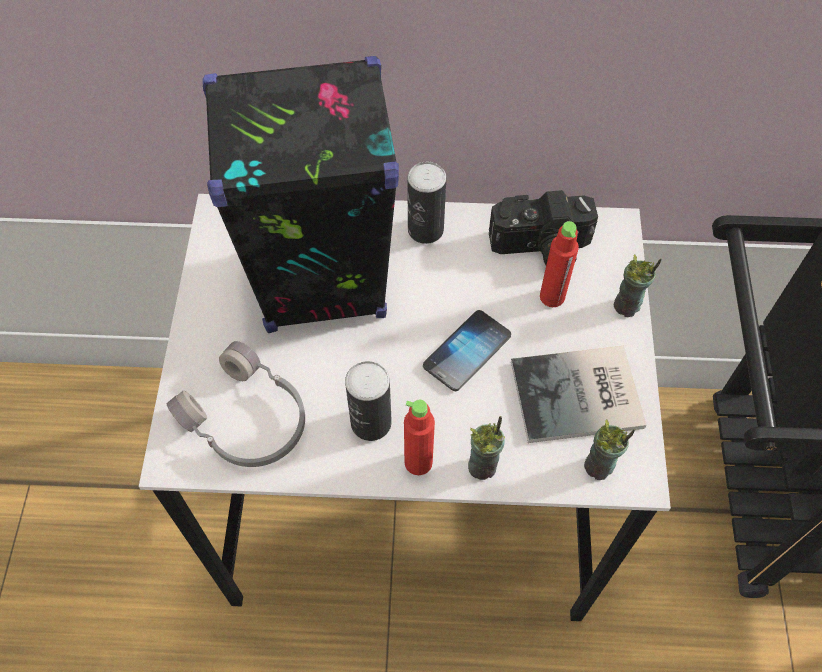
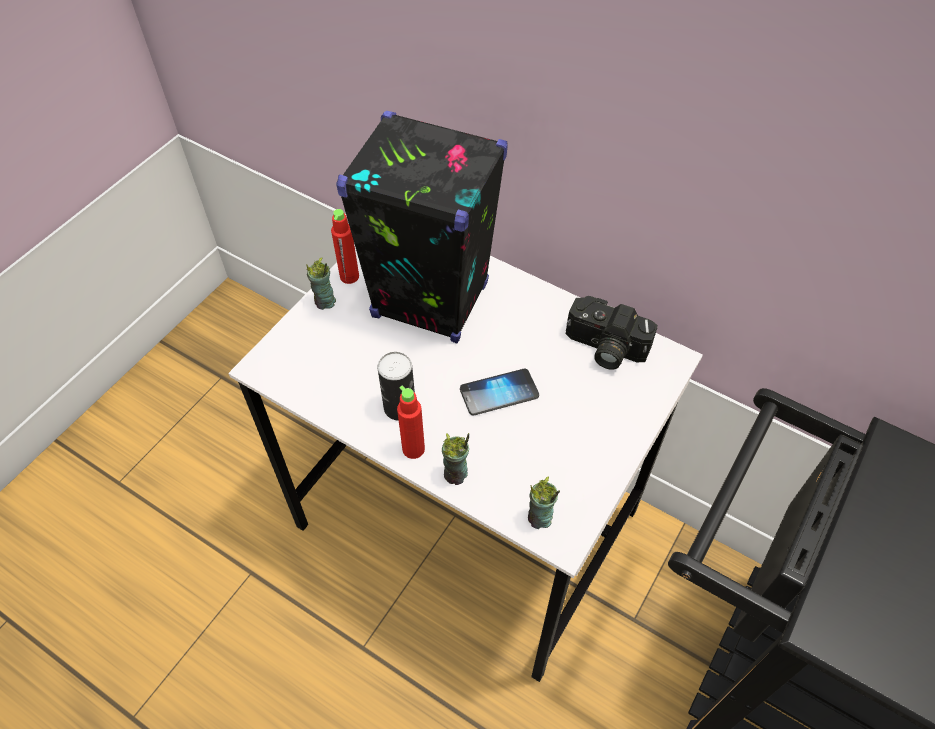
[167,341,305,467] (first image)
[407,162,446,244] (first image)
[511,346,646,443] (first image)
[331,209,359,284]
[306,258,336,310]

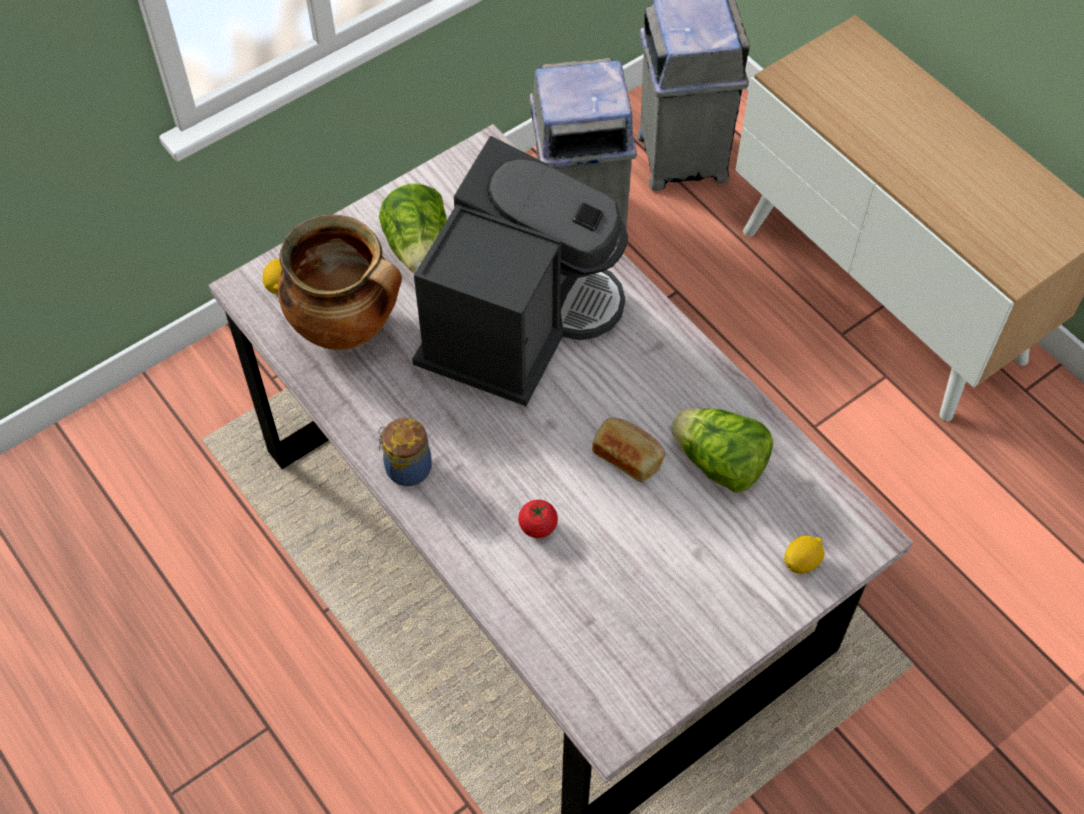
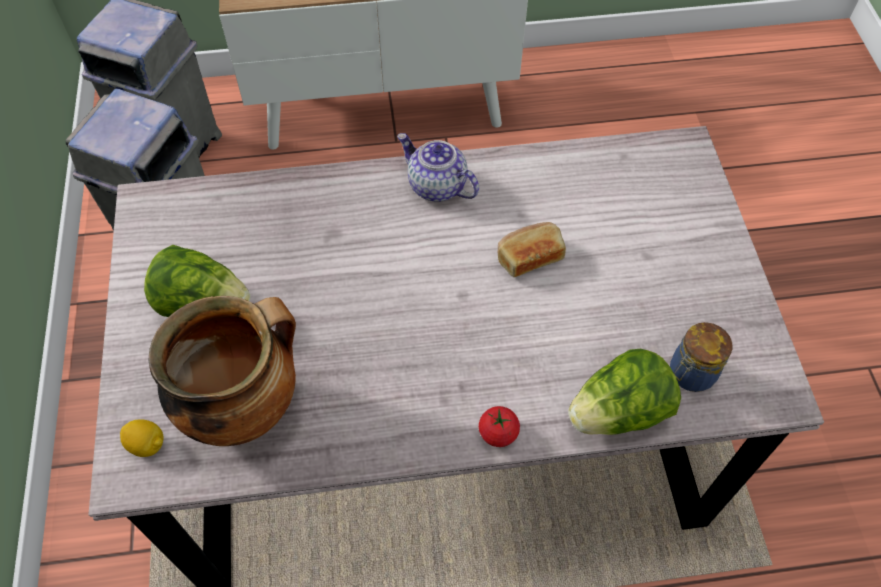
[670,322,732,392]
[412,136,628,406] (first image)
[479,406,520,447]
[568,349,681,435]
[784,535,824,574] (first image)
[397,133,479,202]

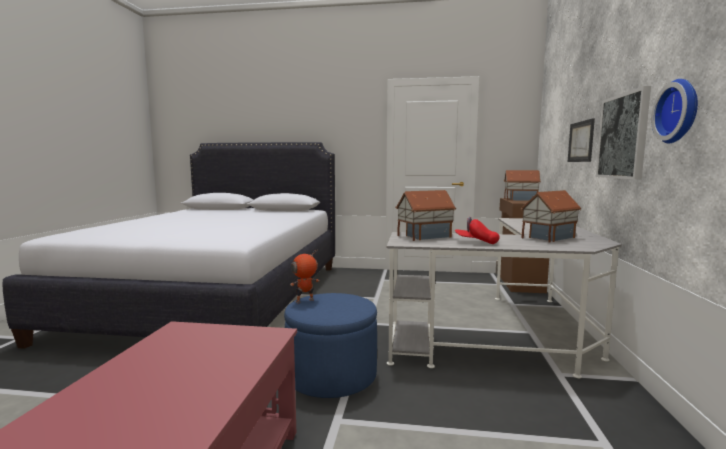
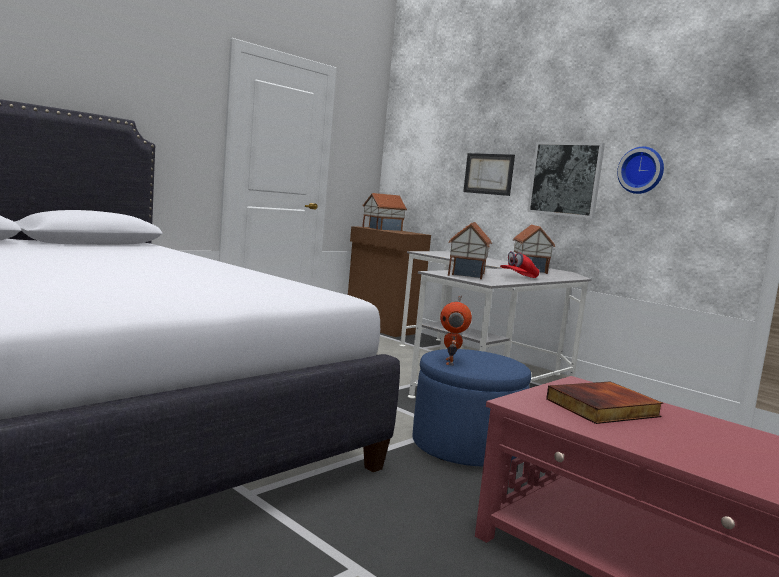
[546,381,663,424]

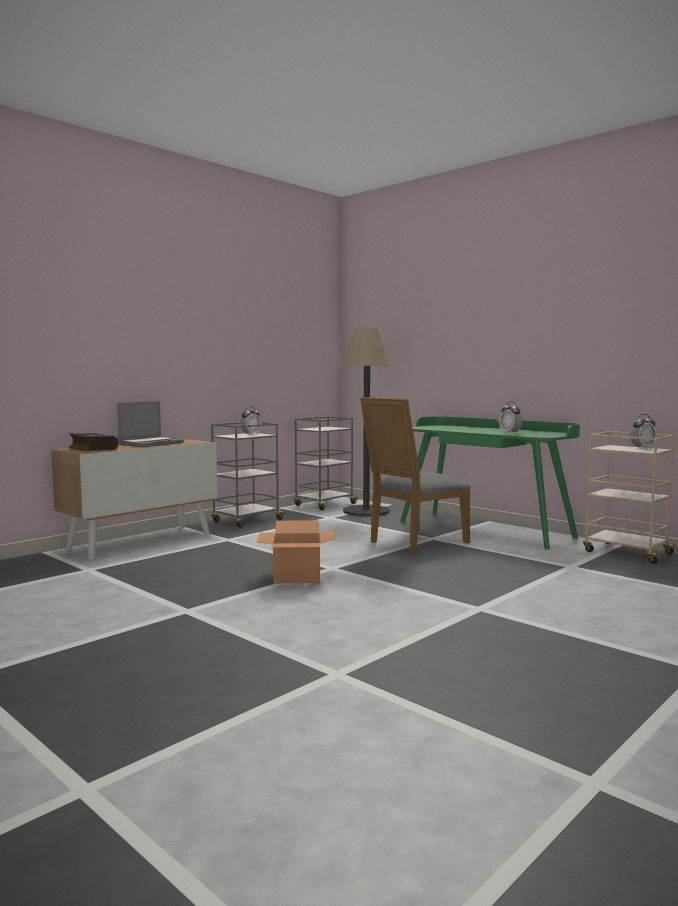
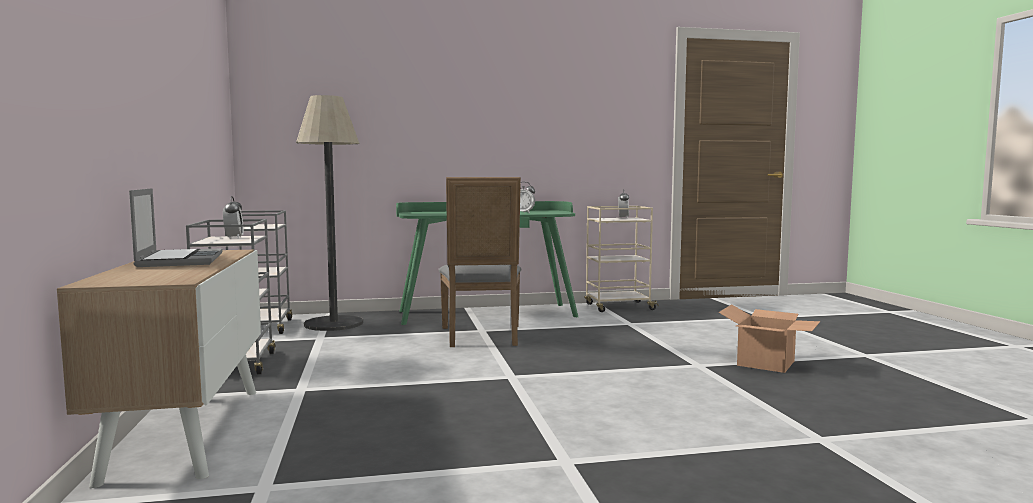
[69,433,119,451] (first image)
[718,304,820,373]

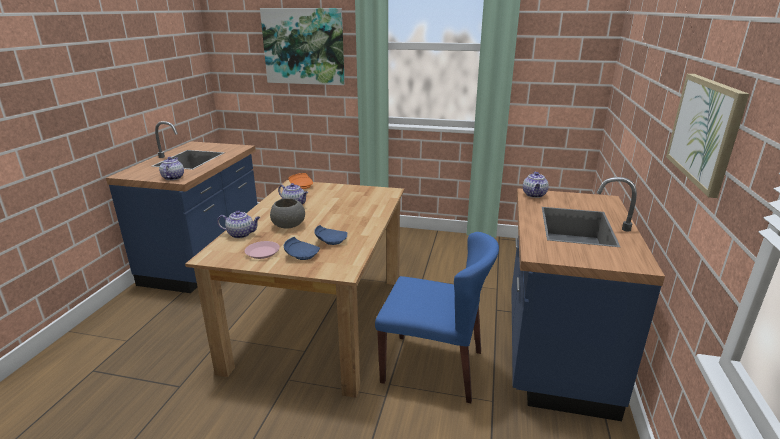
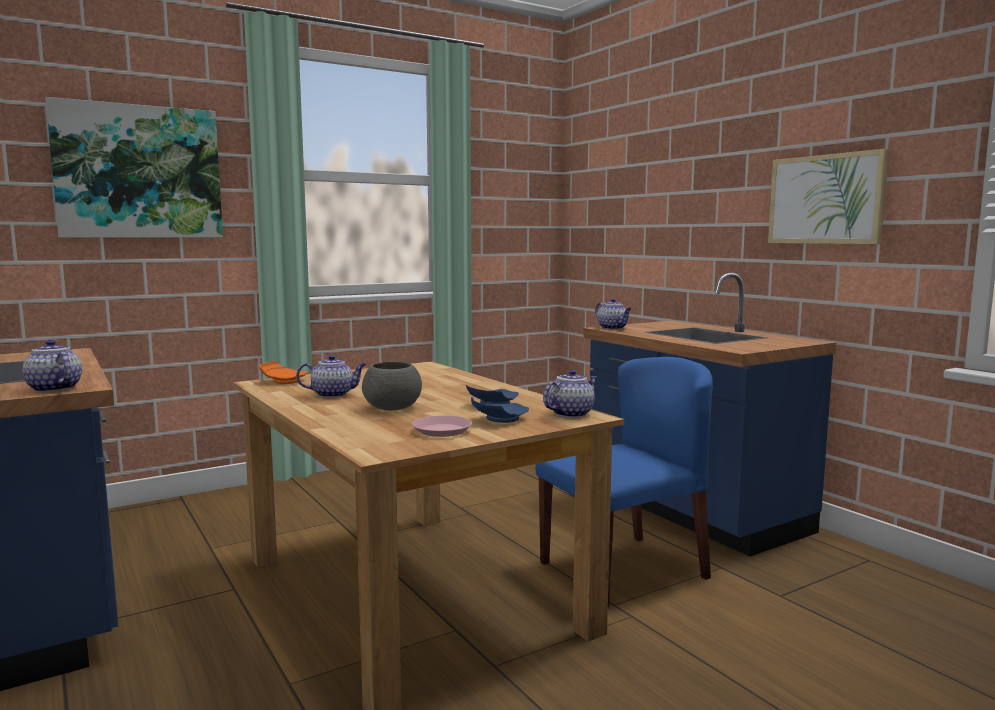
[543,369,598,418]

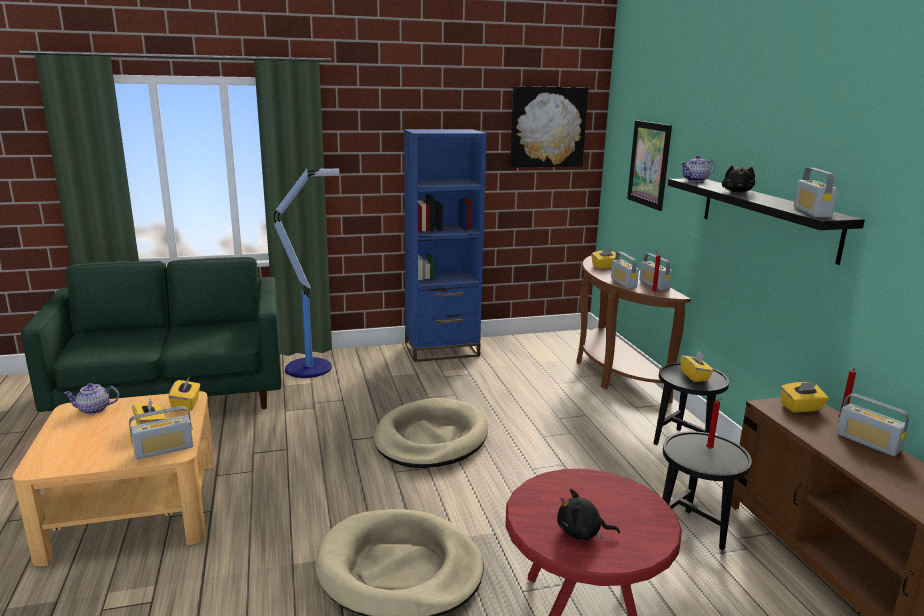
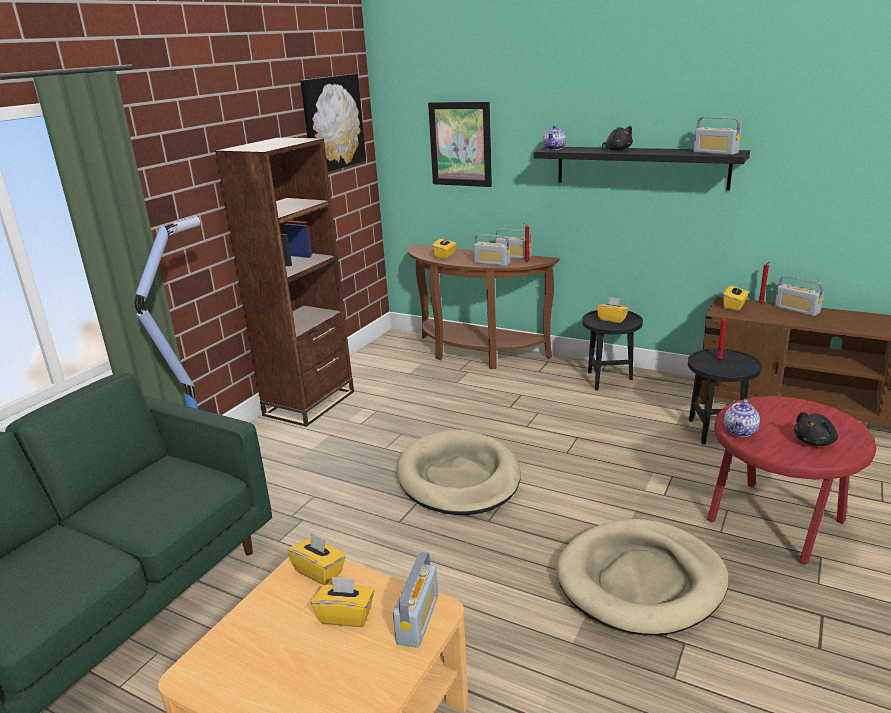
[724,399,760,437]
[215,138,354,427]
[775,275,823,316]

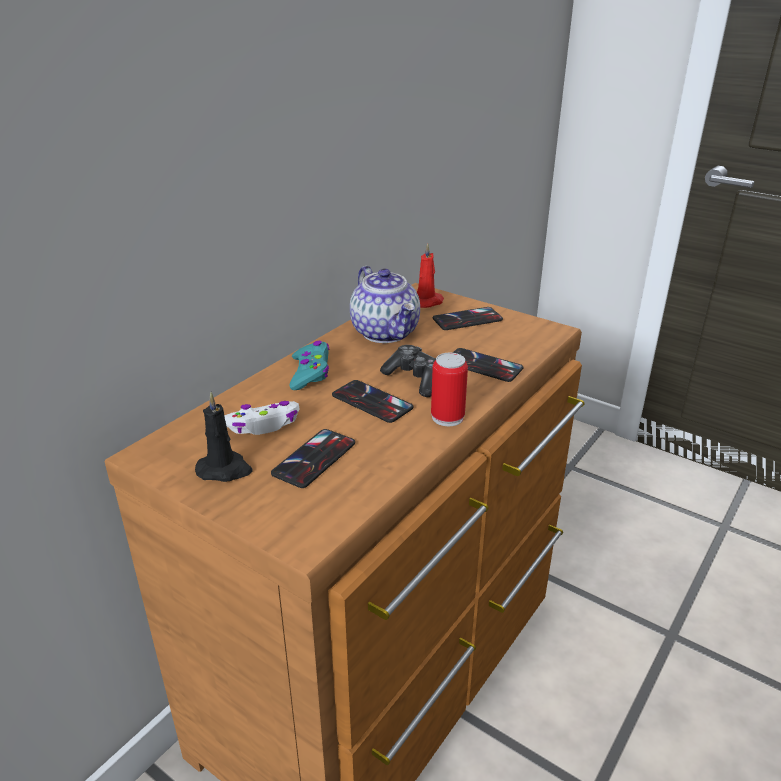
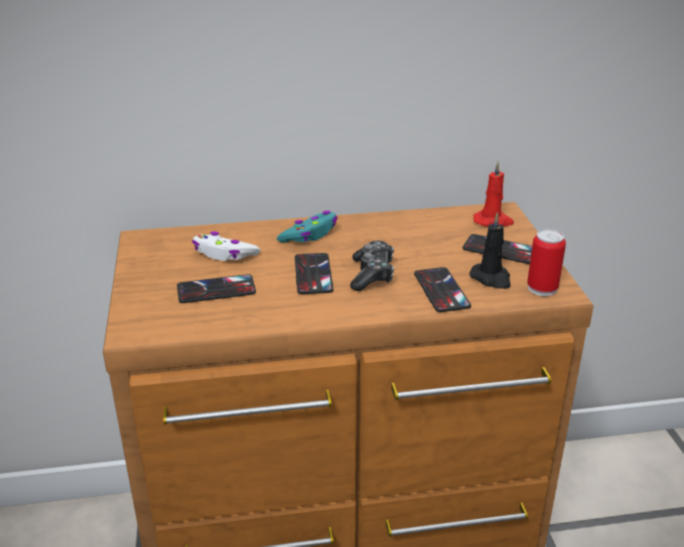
[469,212,511,289]
[350,266,420,343] (first image)
[527,229,566,296]

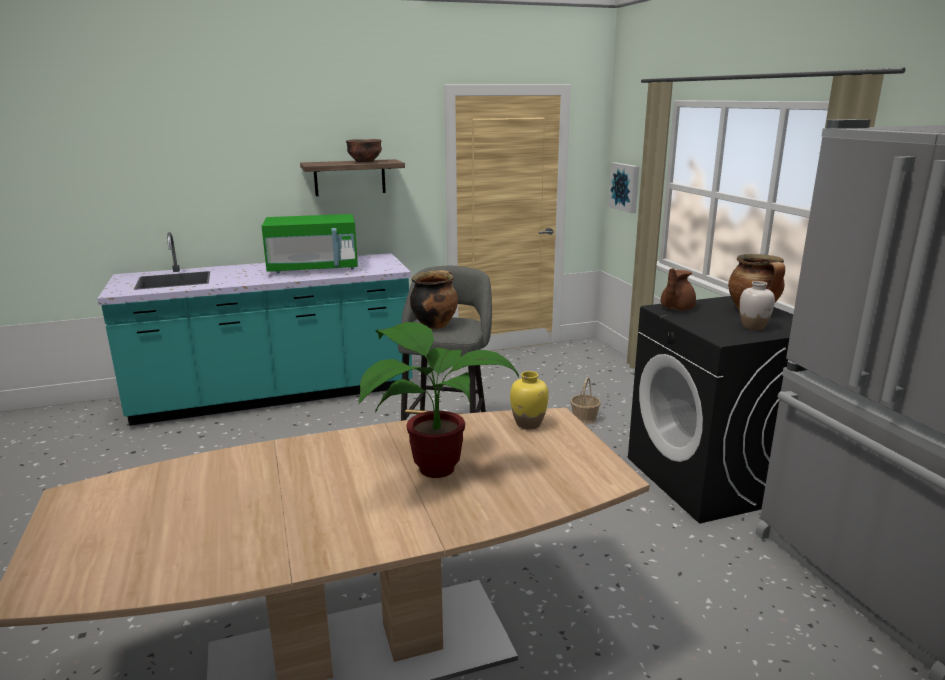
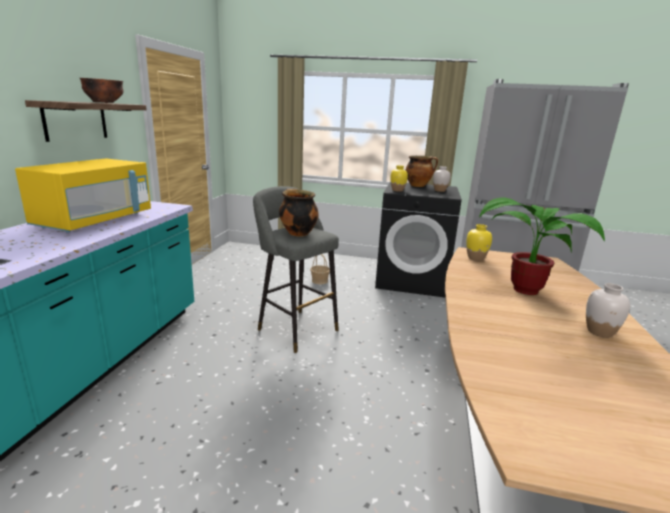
[15,159,151,233]
[608,162,639,213] (first image)
[390,165,408,192]
[586,283,630,338]

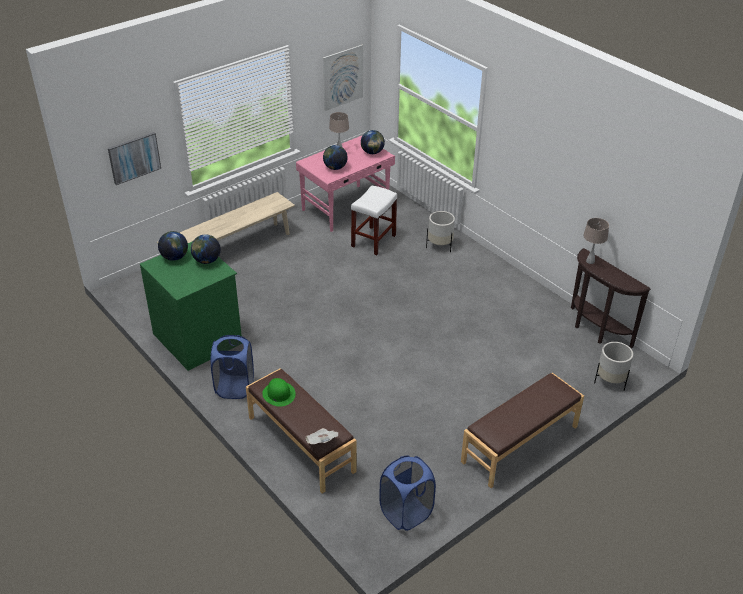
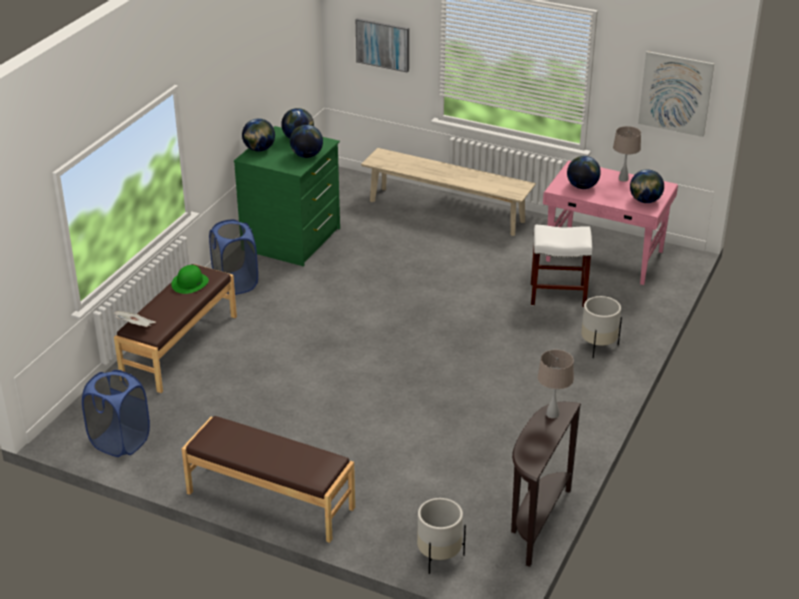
[242,118,275,152]

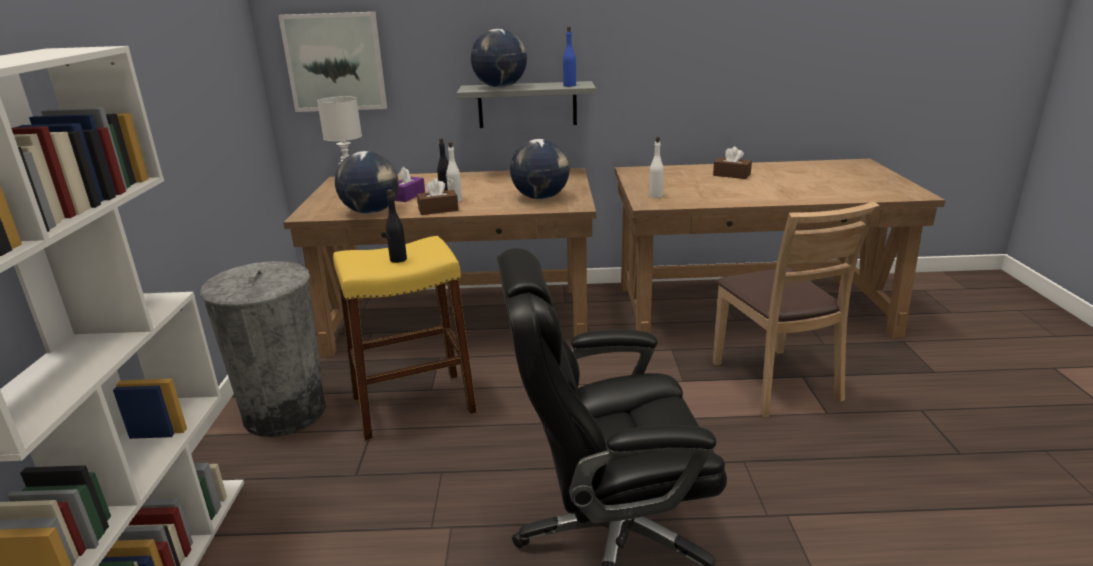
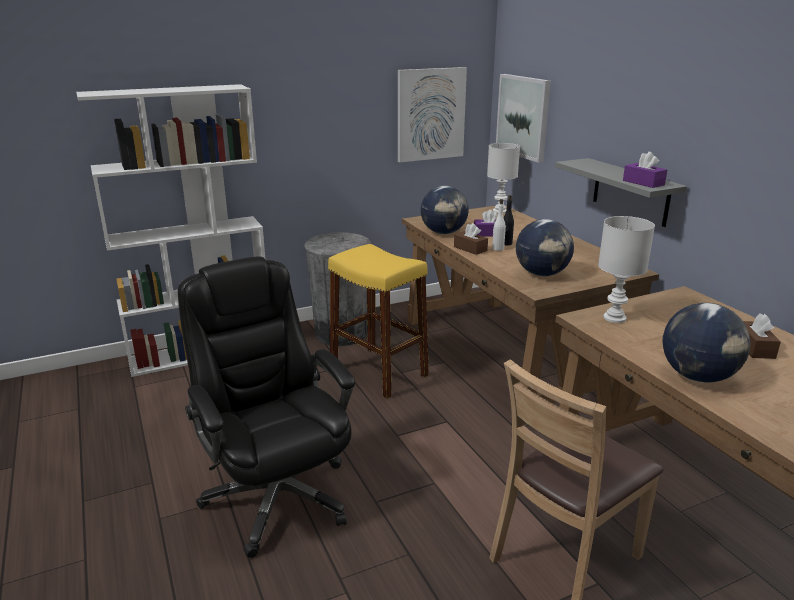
[386,189,407,263] (first image)
[662,303,751,383]
[623,152,667,188]
[598,216,655,323]
[398,67,467,162]

